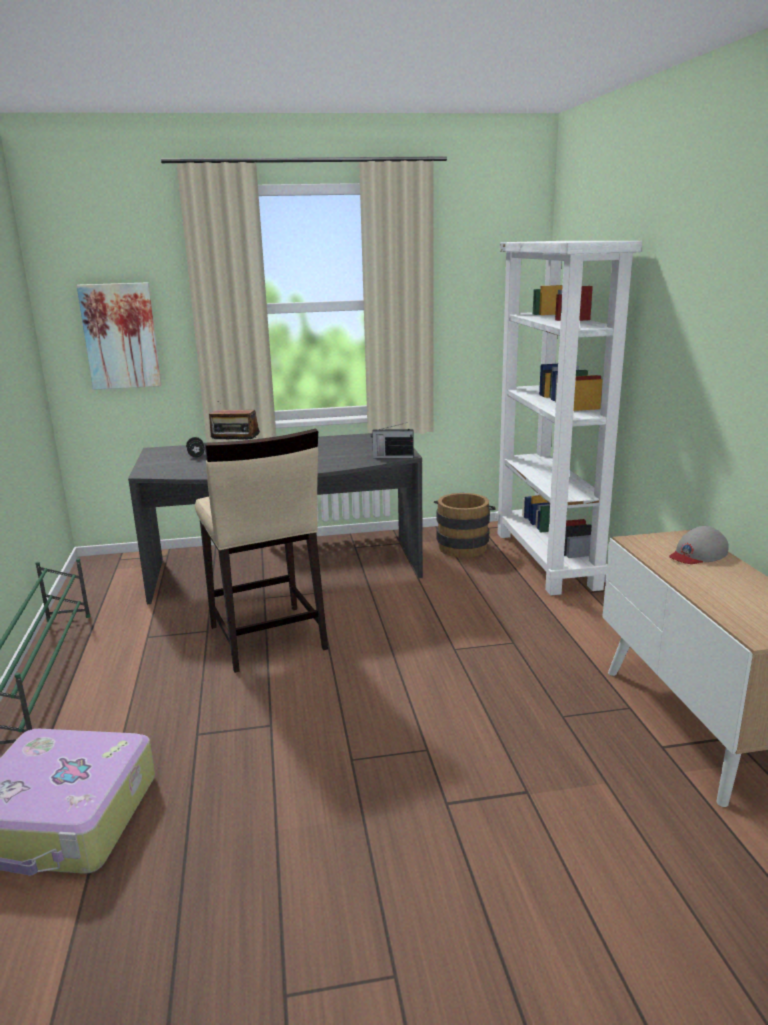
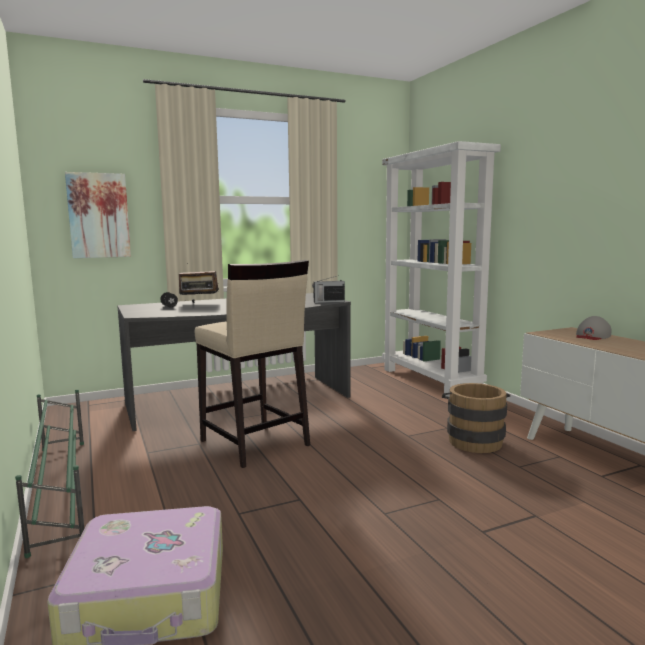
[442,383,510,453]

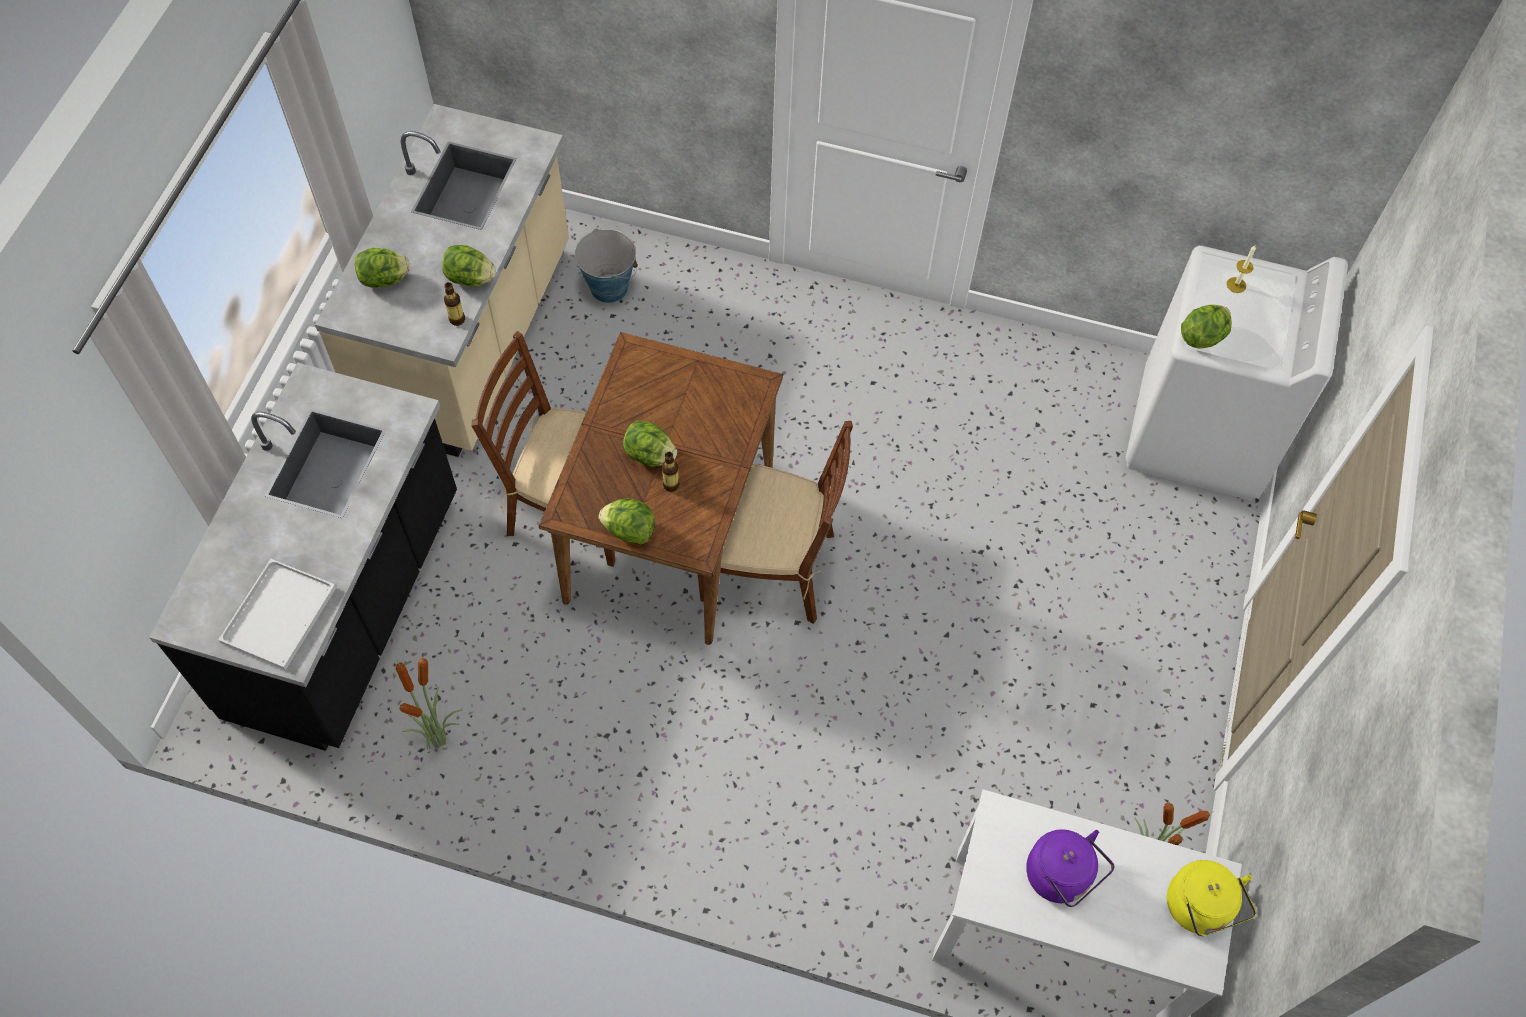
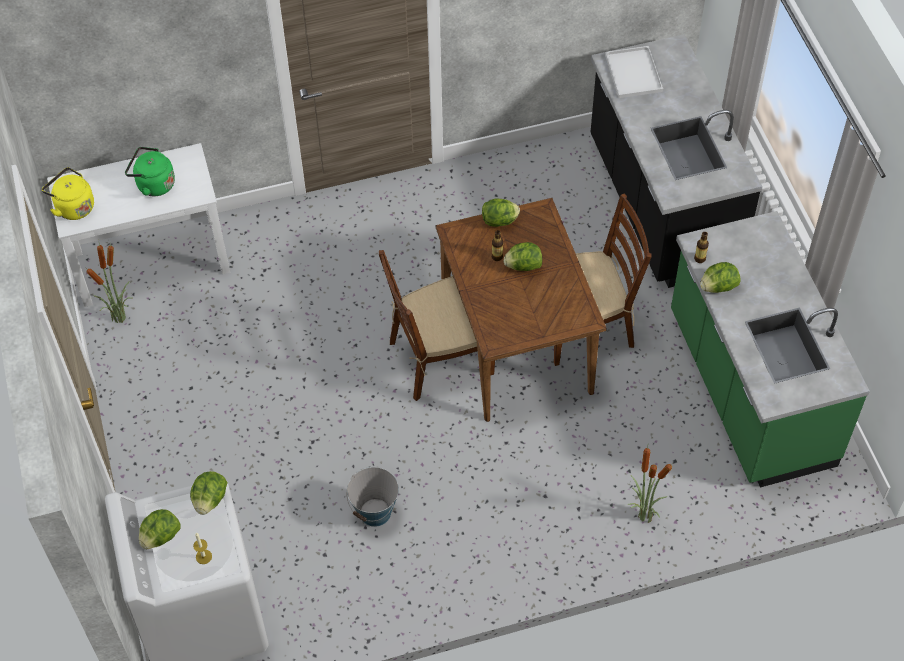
[671,211,870,488]
[139,509,181,549]
[627,446,672,523]
[347,467,399,527]
[125,147,175,196]

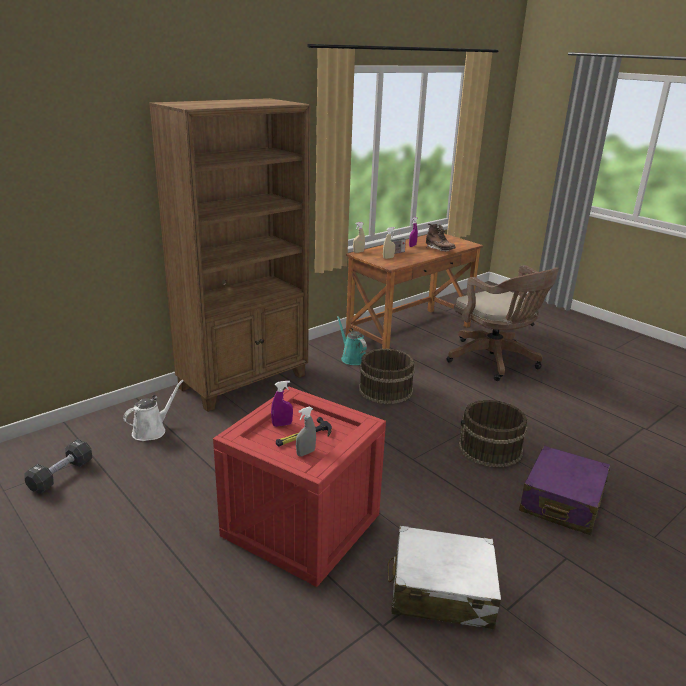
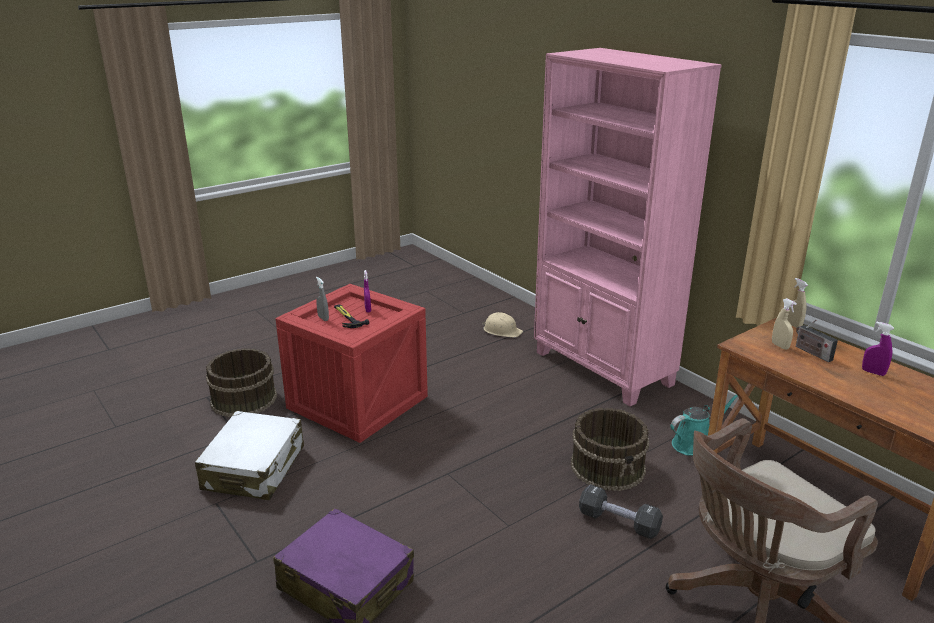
[579,484,663,539]
[482,312,523,338]
[534,48,722,406]
[426,223,456,252] (first image)
[206,348,277,417]

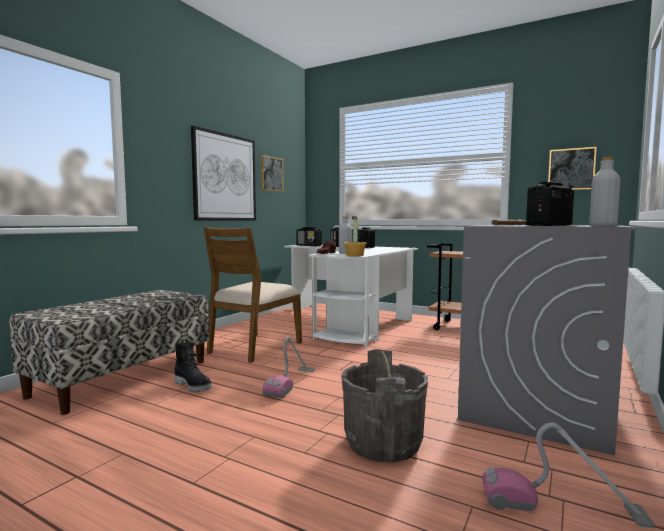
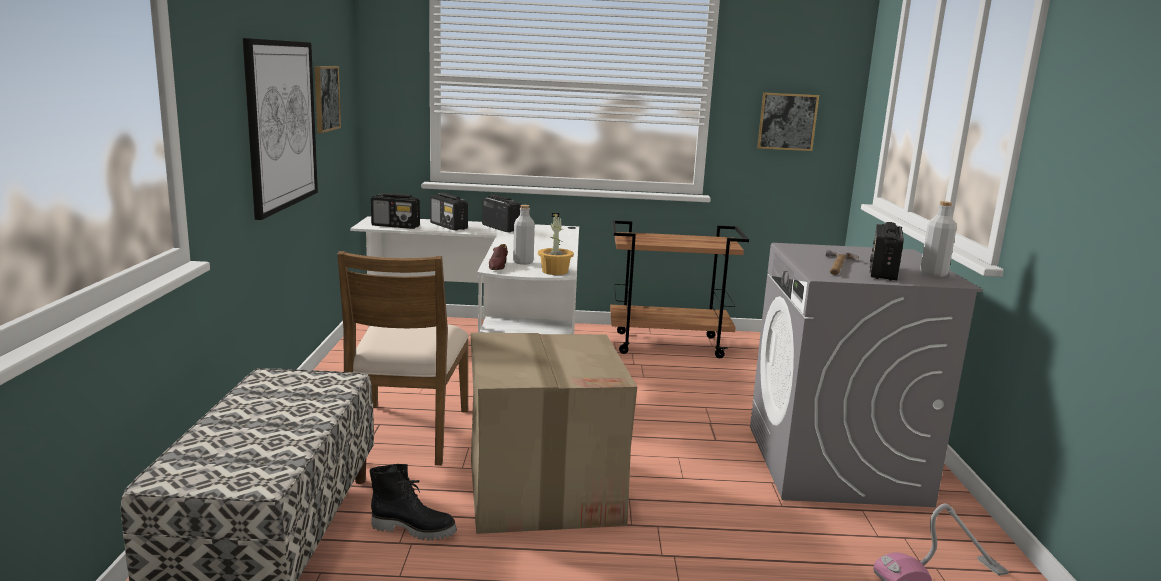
[471,333,637,534]
[341,349,428,462] (first image)

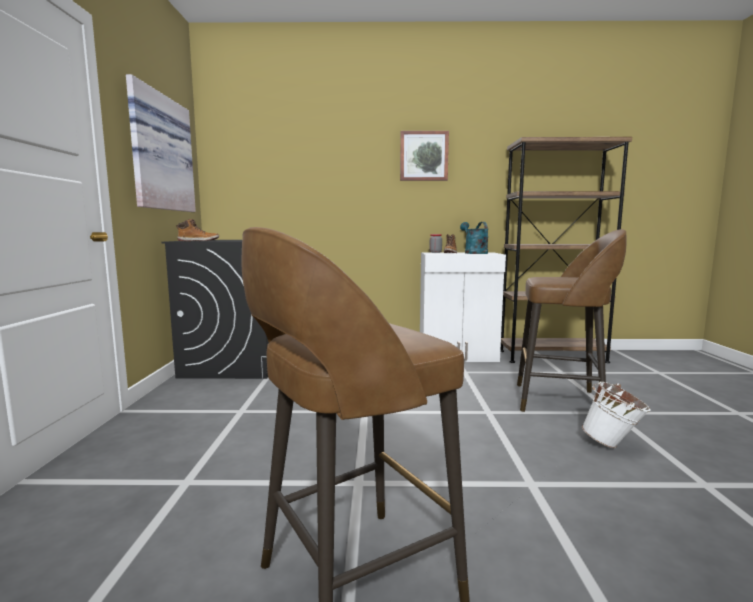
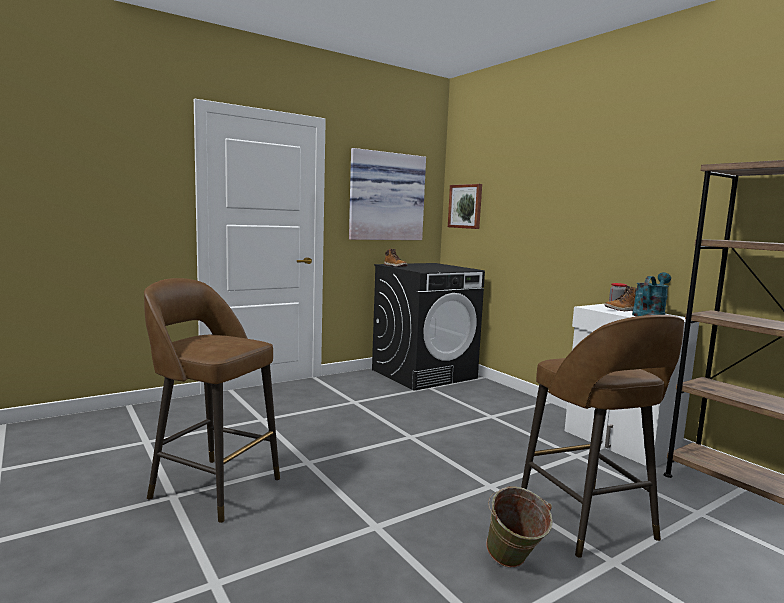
[448,184,482,229]
[486,486,553,568]

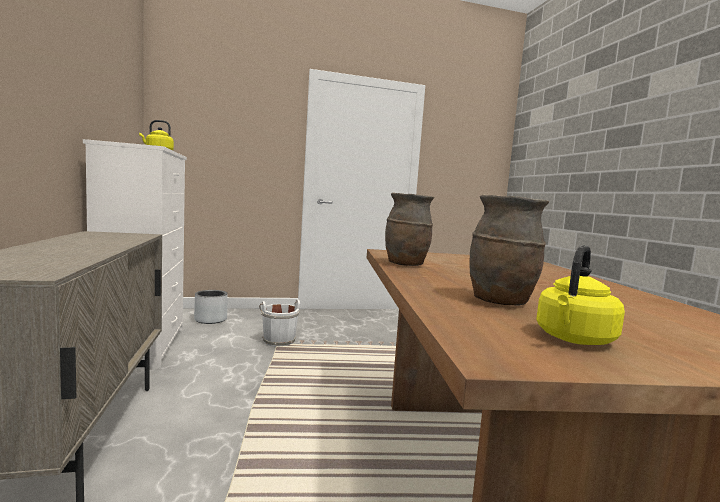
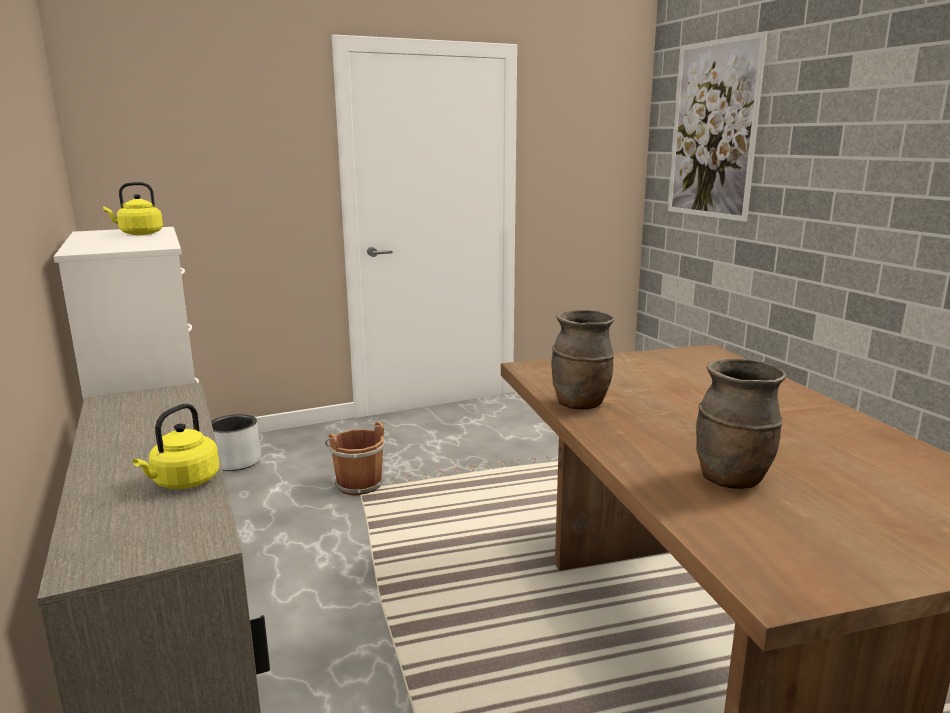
[325,421,385,496]
[133,404,219,489]
[668,31,768,222]

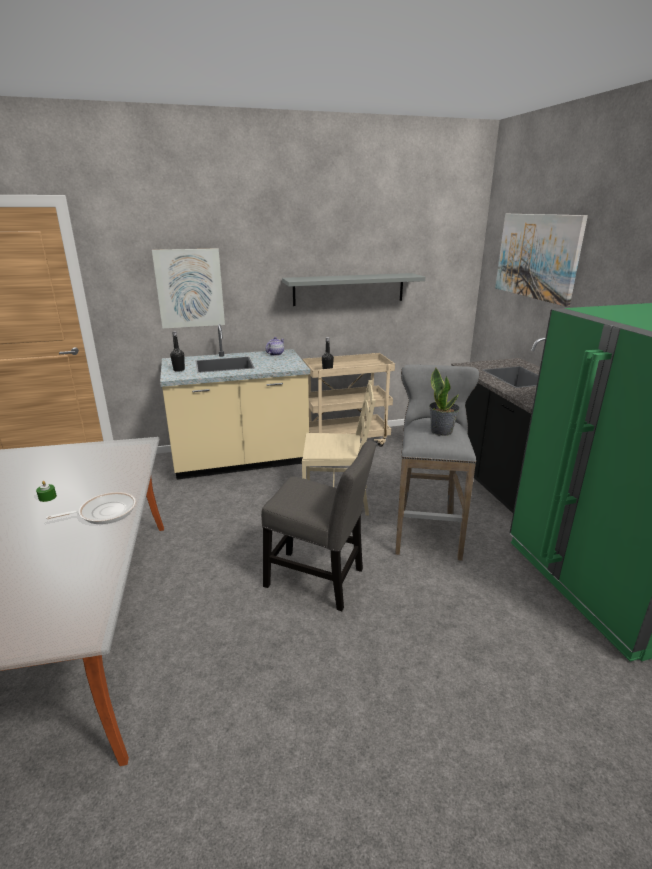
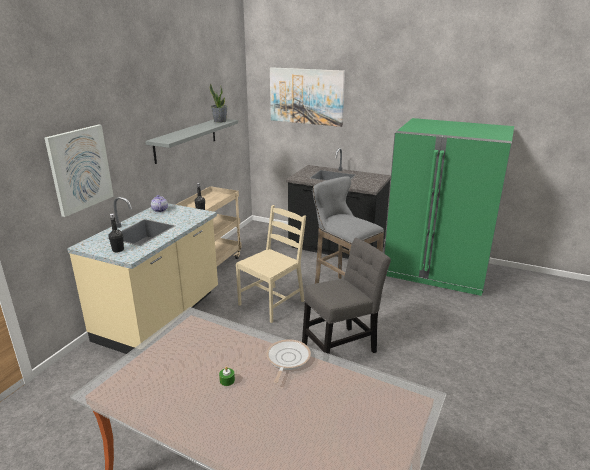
[210,84,228,123]

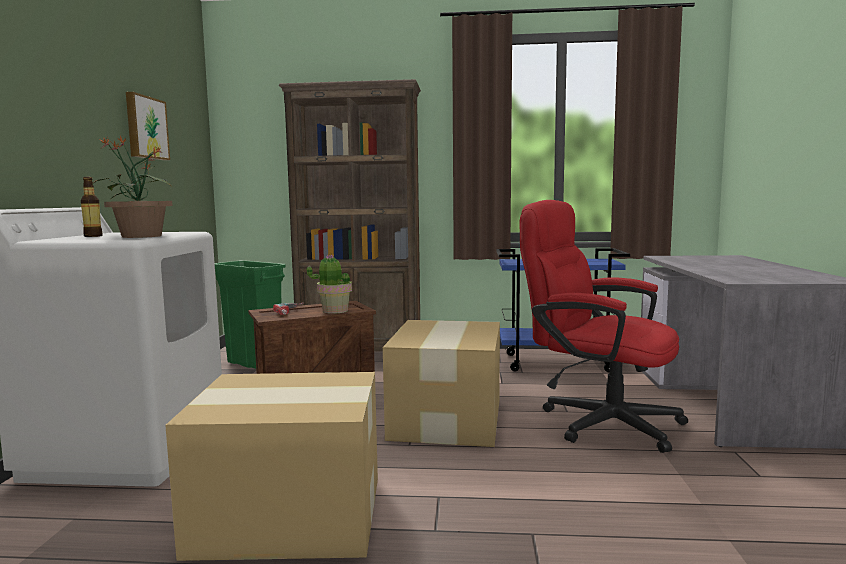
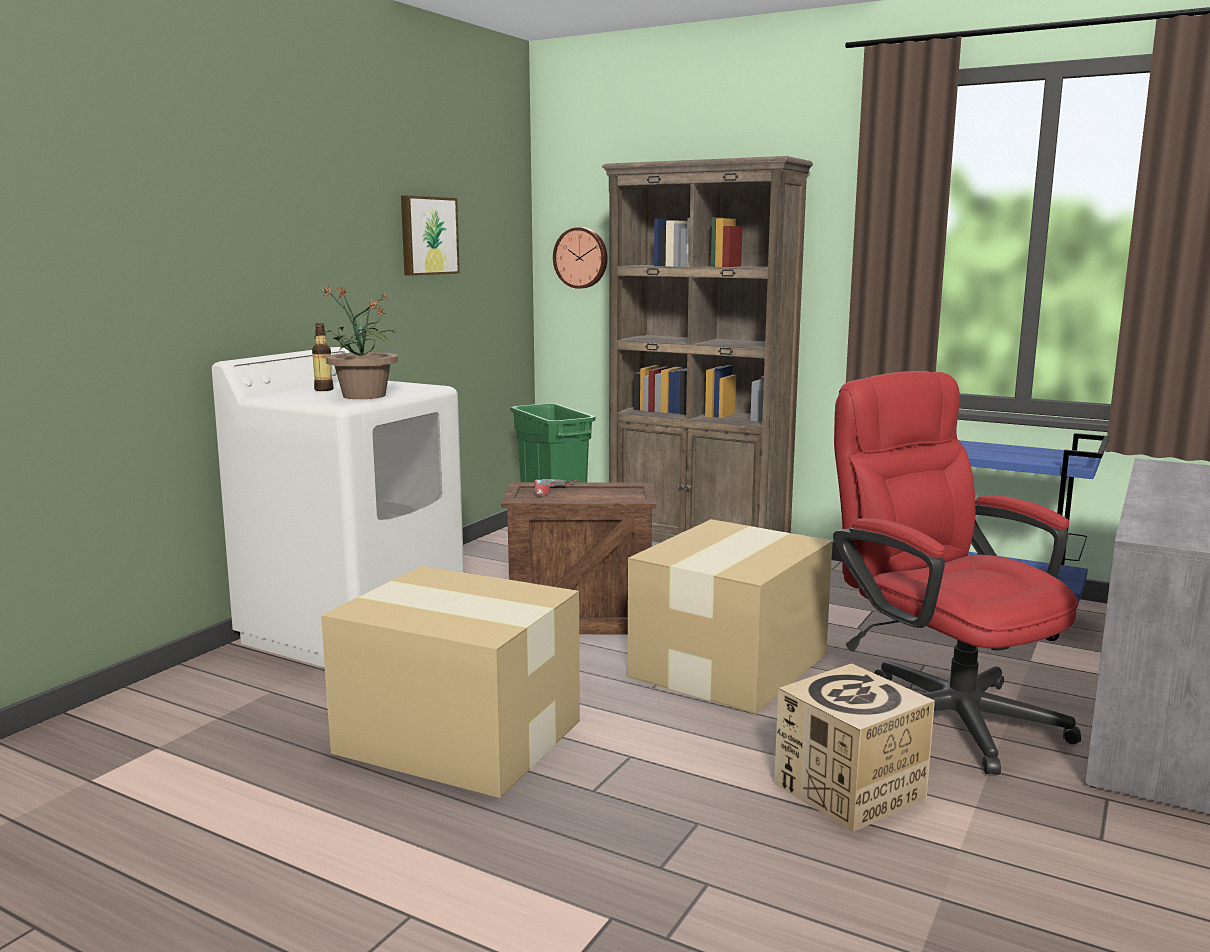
[307,254,352,314] (first image)
[553,227,608,289]
[774,663,935,832]

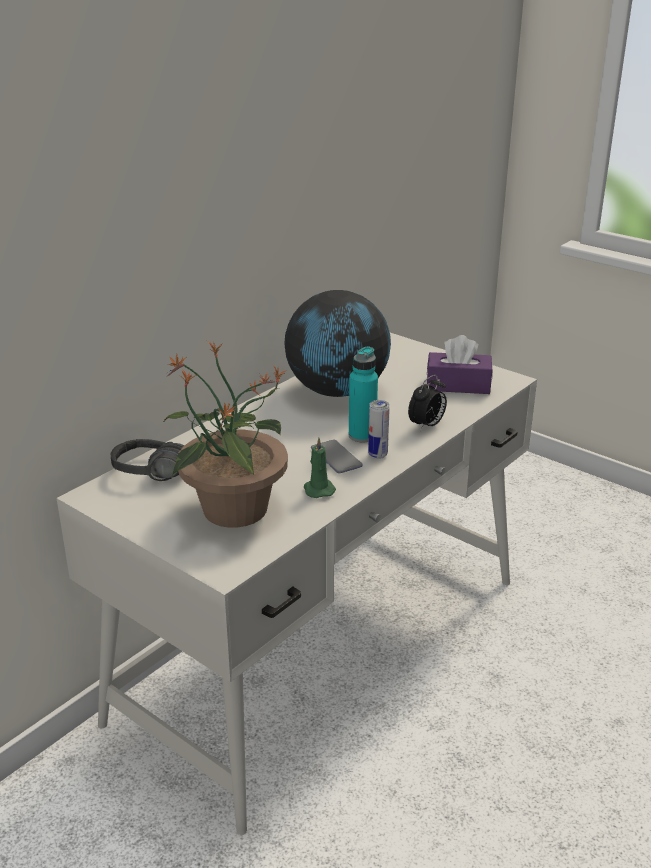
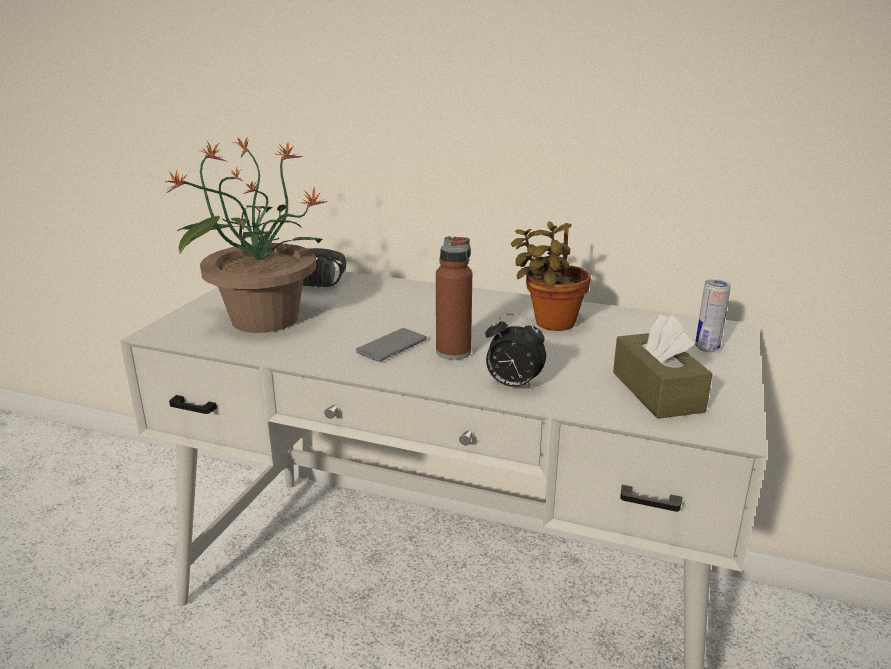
[511,221,591,331]
[304,438,336,498] (first image)
[436,236,472,360]
[695,279,731,352]
[613,314,712,419]

